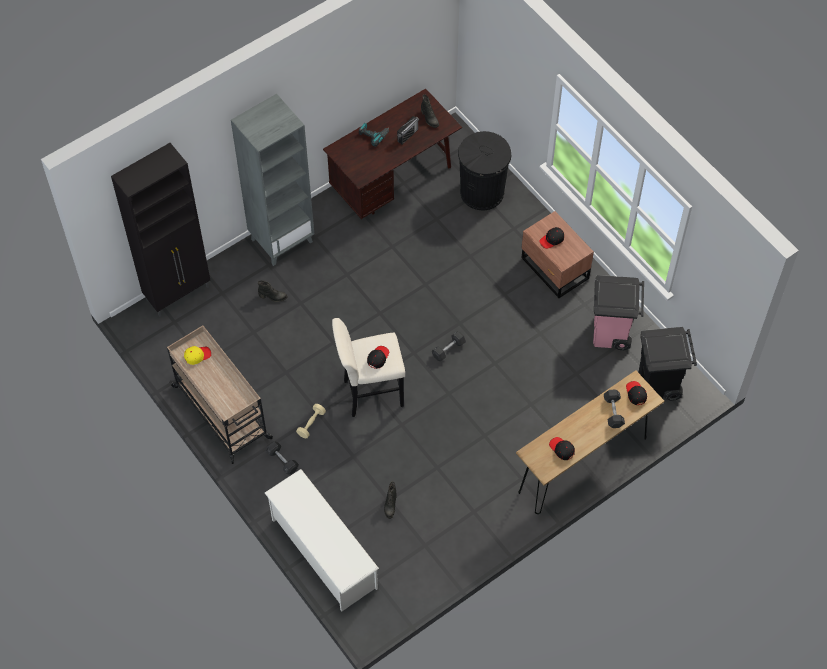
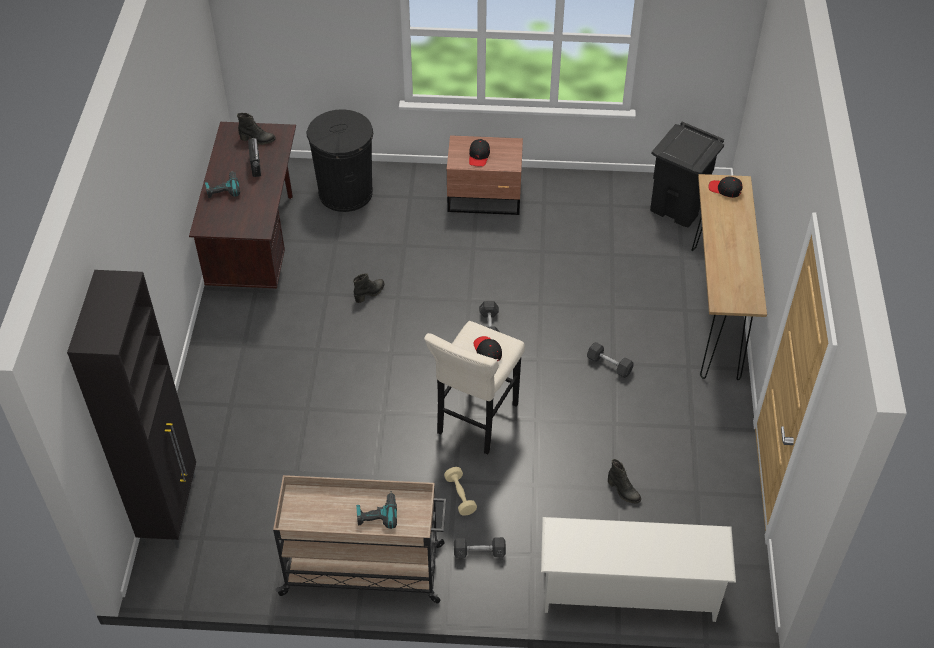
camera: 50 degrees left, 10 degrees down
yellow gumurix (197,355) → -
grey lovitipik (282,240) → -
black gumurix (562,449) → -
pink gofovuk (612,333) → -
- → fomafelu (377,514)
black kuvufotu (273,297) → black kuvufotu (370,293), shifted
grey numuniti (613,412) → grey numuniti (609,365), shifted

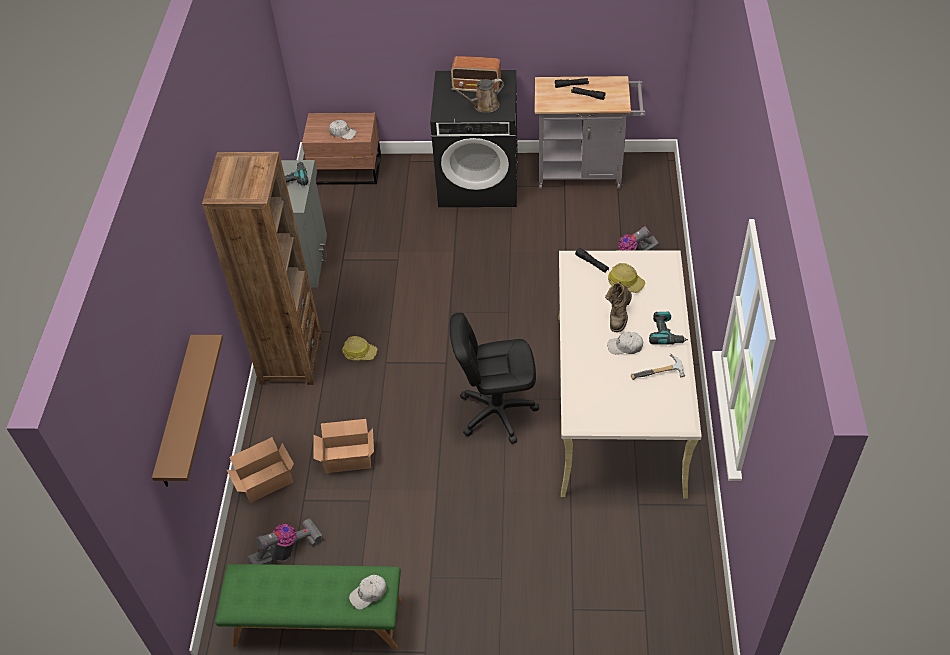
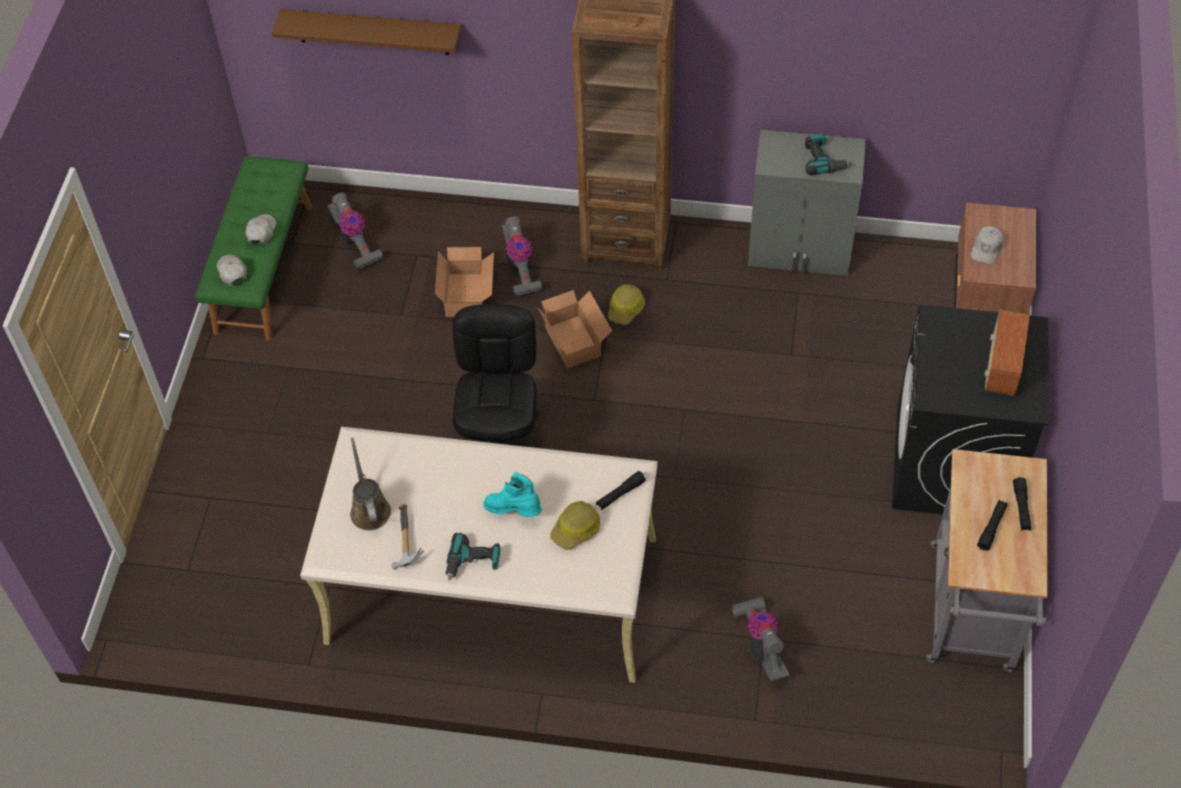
camera: 95 degrees right, 5 degrees up
- → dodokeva (520,268)
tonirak (264,480) → tonirak (574,340), shifted
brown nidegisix (483,106) → brown nidegisix (369,508), shifted
white gumurix (625,346) → white gumurix (261,232), shifted
brown kuvufotu (618,316) → turquoise kuvufotu (514,511)

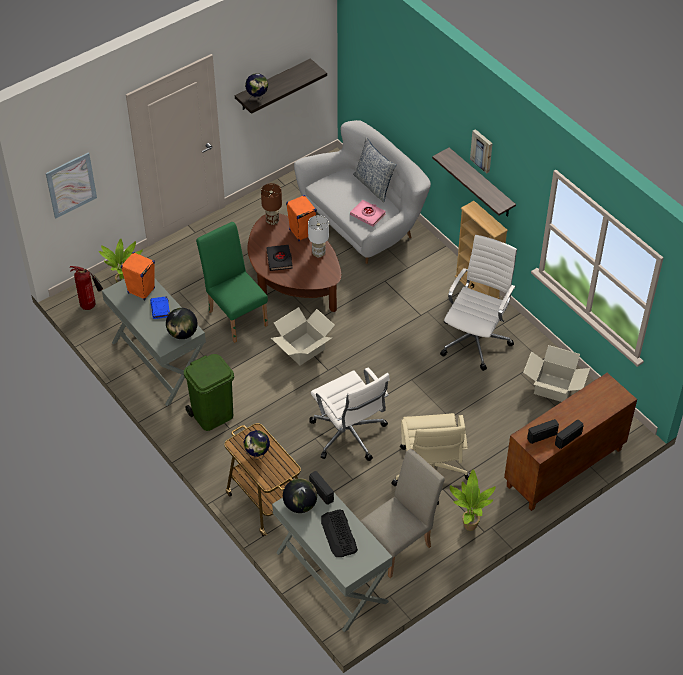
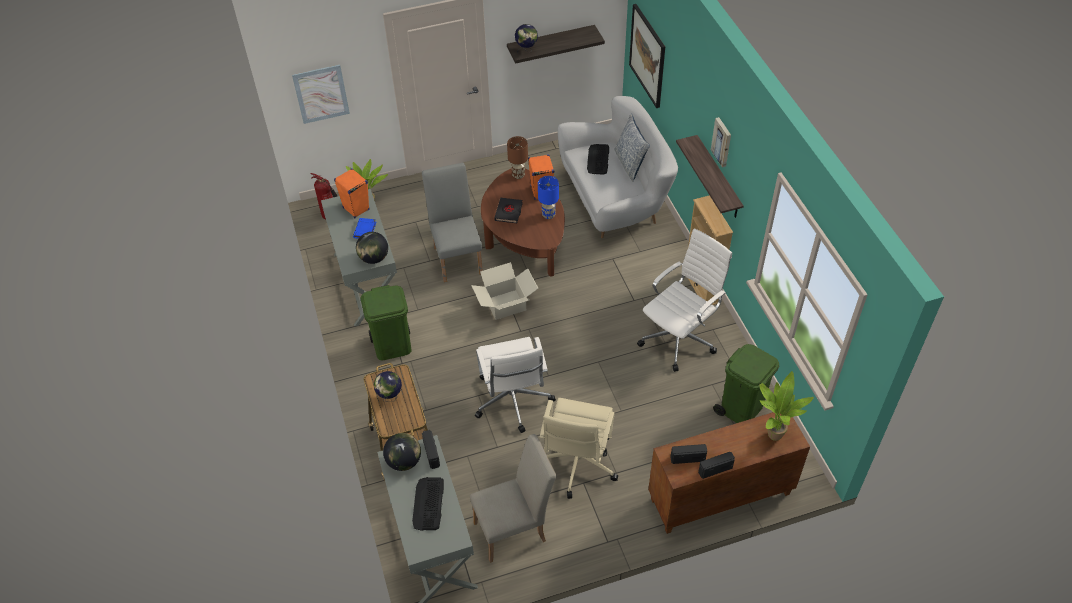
camera: 20 degrees right, 0 degrees up
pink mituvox (368,215) → -
- → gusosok (598,159)
- → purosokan (648,55)
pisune (467,526) → pisune (772,434), shifted
tonirak (553,387) → green gofovuk (741,408)
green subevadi (236,315) → grey subevadi (457,256)
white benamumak (319,253) → blue benamumak (548,215)

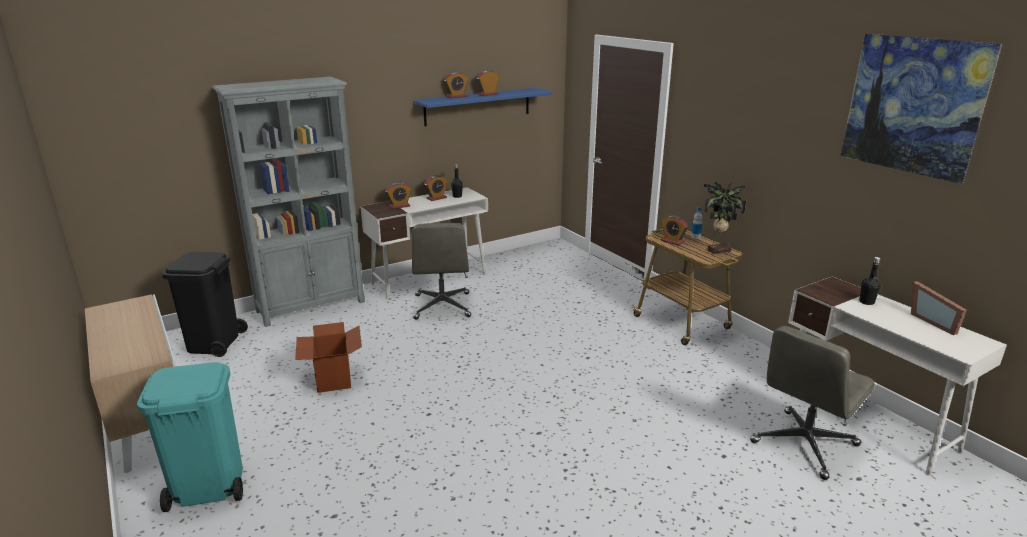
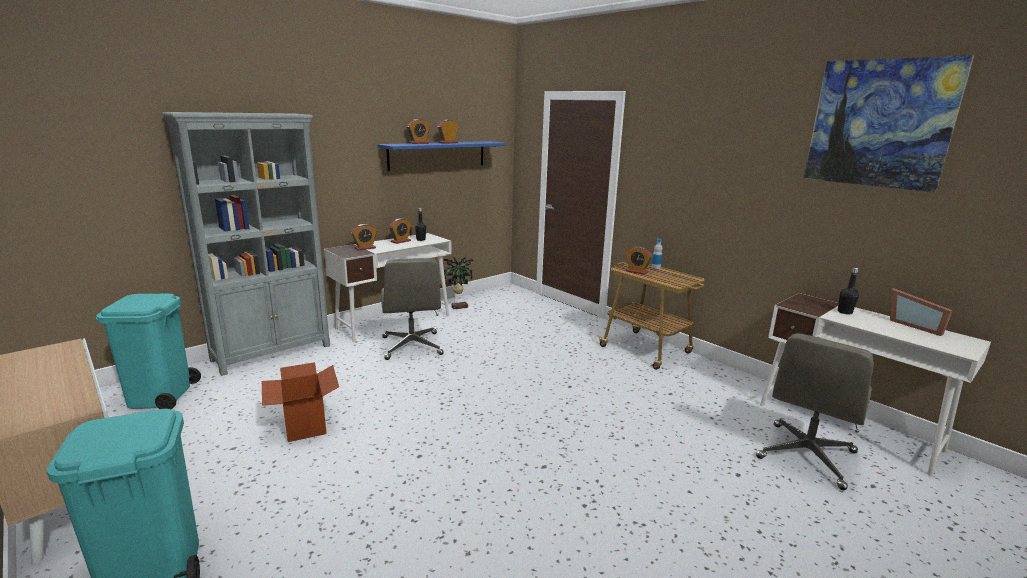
camera: 10 degrees left, 5 degrees down
pisune (717,250) → pisune (459,307), shifted
black gofovuk (214,343) → turquoise gofovuk (160,396)

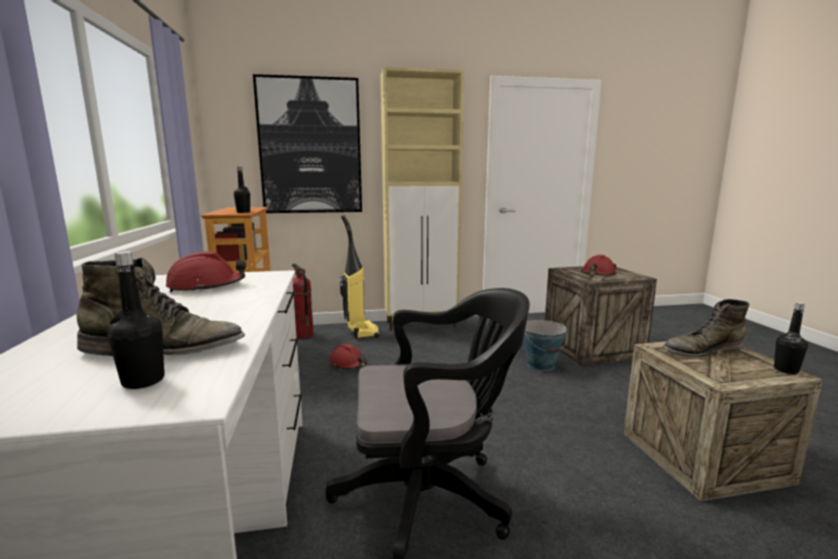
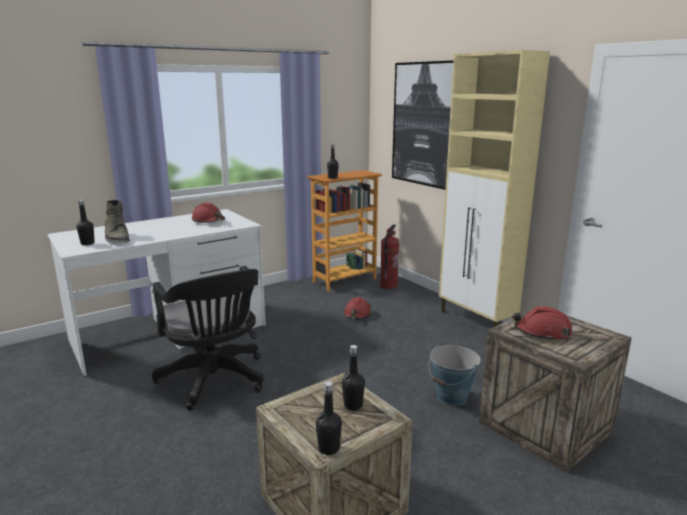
camera: 65 degrees right, 5 degrees up
dodokeva (361,331) → -
green kuvufotu (701,350) → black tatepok (353,405)

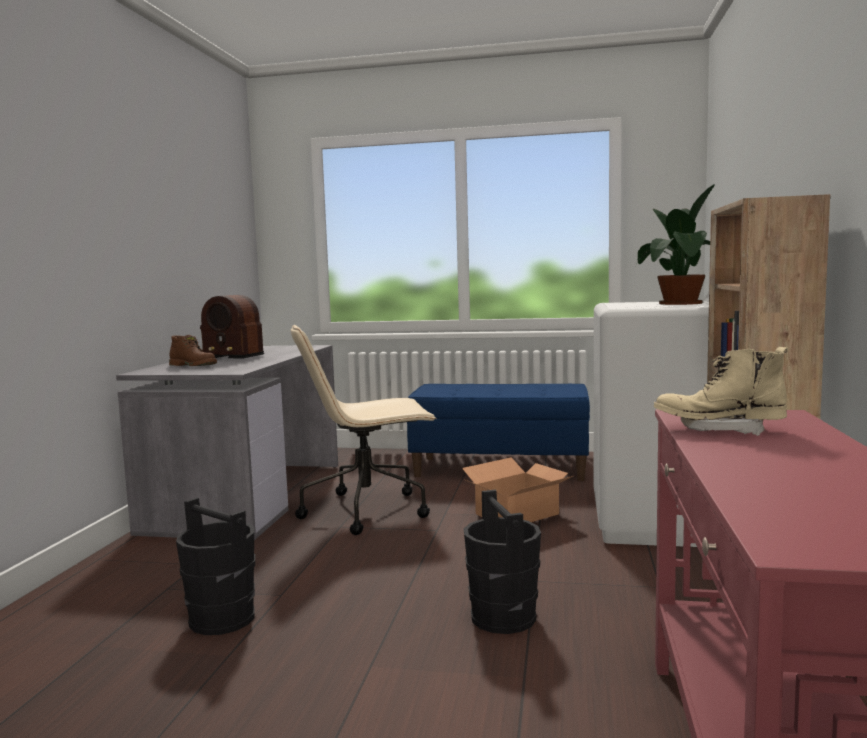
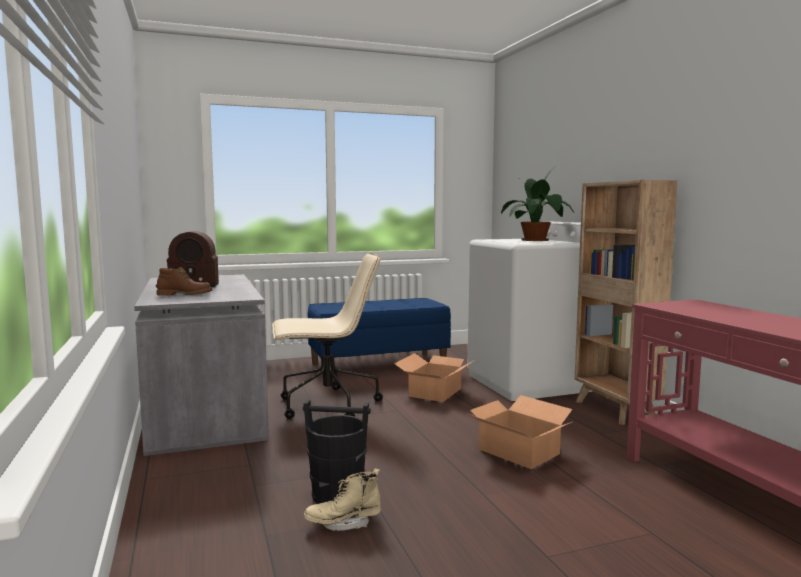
camera: 30 degrees left, 0 degrees up
beige kuvufotu (719,430) → beige kuvufotu (343,523), shifted
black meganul (503,618) → tonirak (519,452)
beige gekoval (368,510) → beige gekoval (326,405), 150 degrees counterclockwise

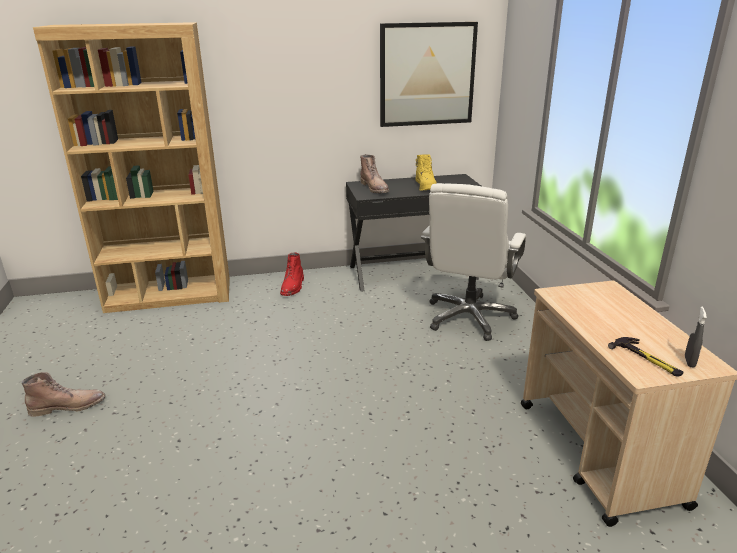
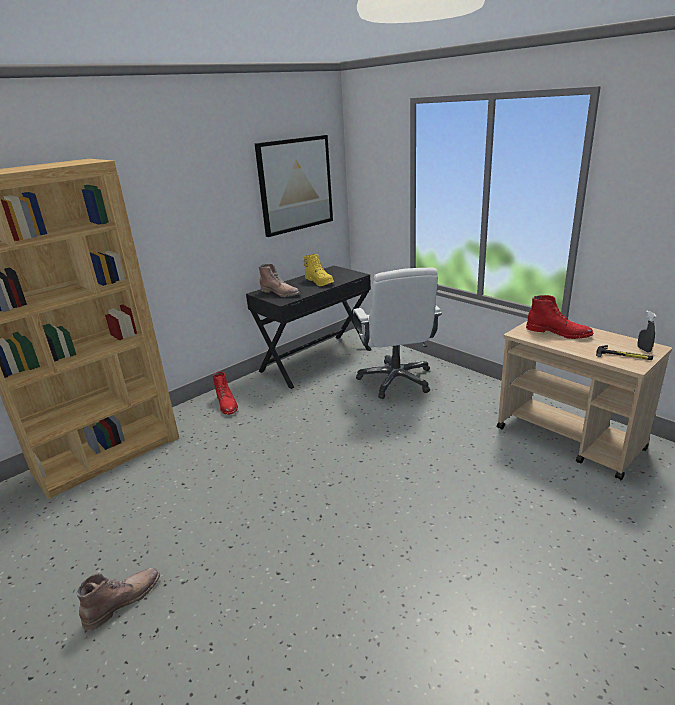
camera: 30 degrees left, 0 degrees up
- → red kuvufotu (558,332)

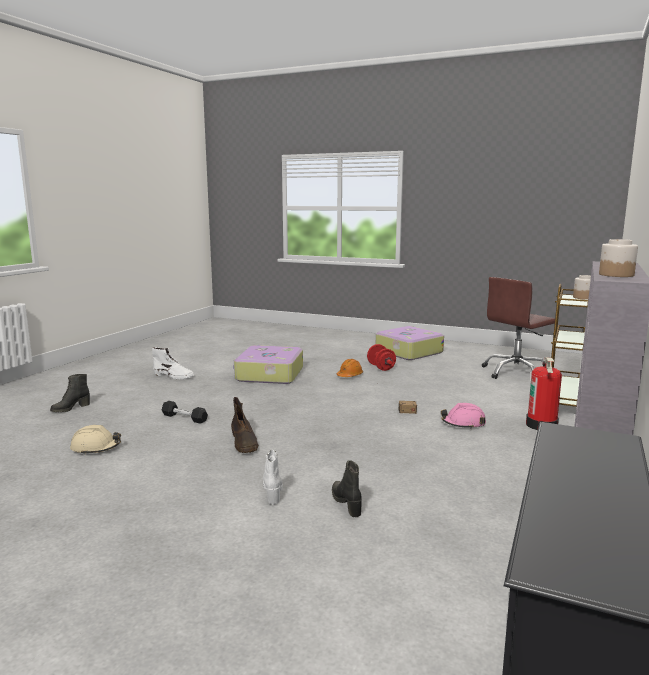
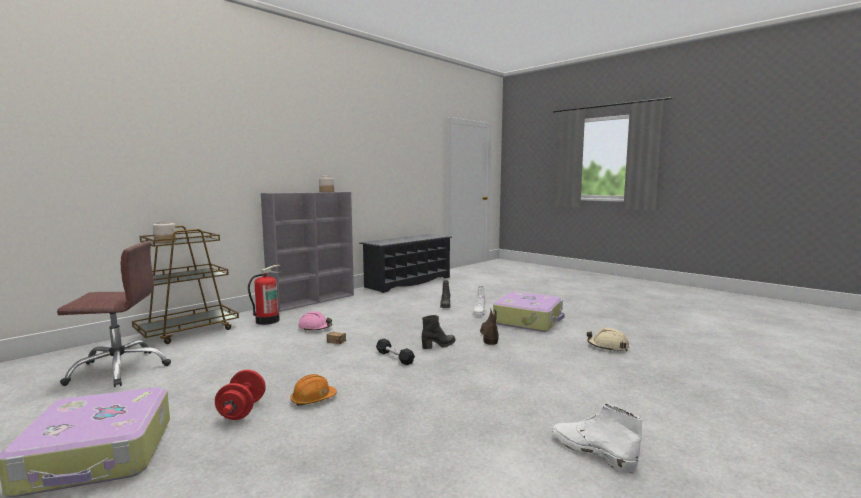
camera: 160 degrees left, 5 degrees down
black kuvufotu (70,408) → black kuvufotu (439,345), shifted
black numuniti (184,418) → black numuniti (394,357), shifted
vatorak (269,374) → vatorak (528,320), shifted

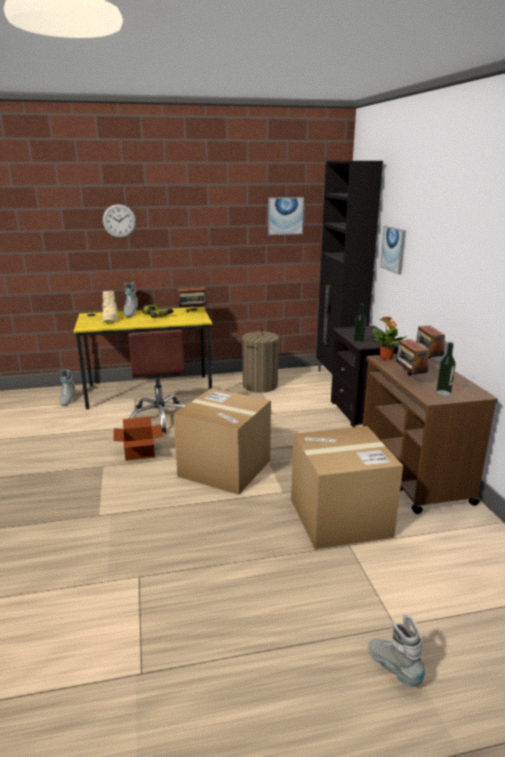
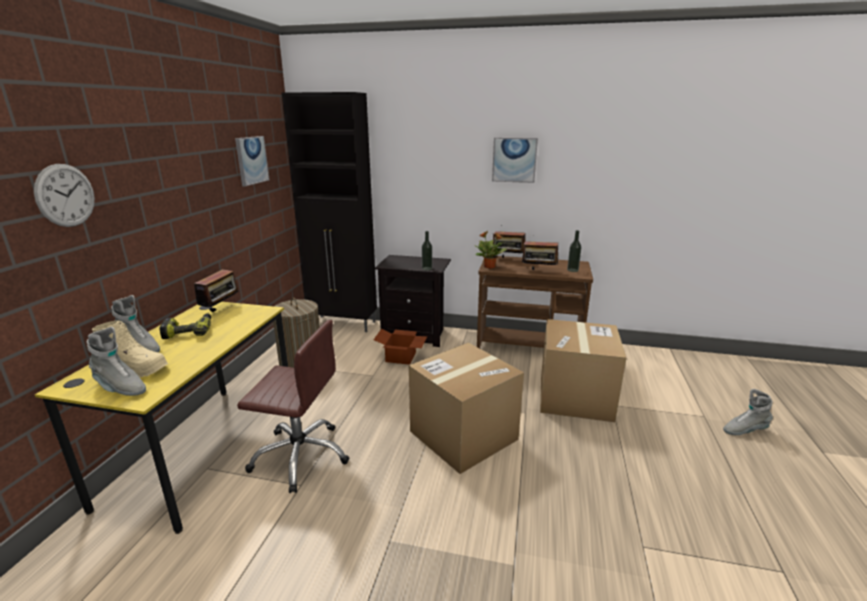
camera: 65 degrees left, 0 degrees up
grey kuvufotu (67,400) → grey kuvufotu (120,388), shifted
tonirak (139,452) → tonirak (401,357), shifted
purosokan (393,249) → purosokan (514,160), shifted

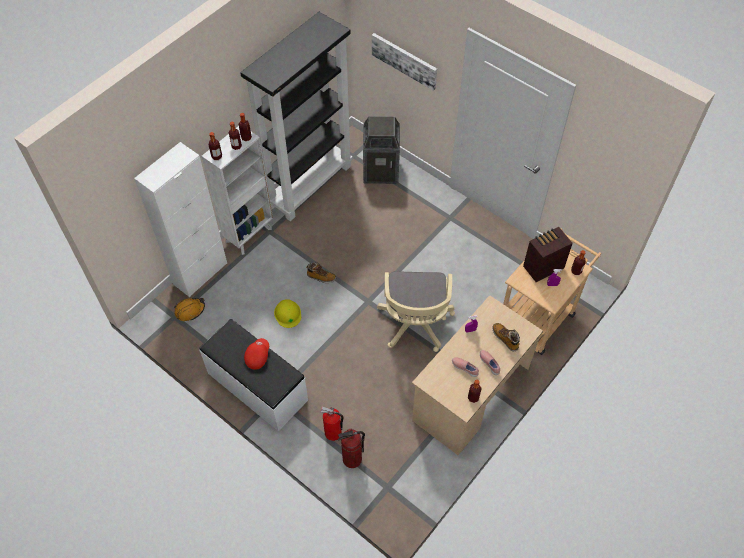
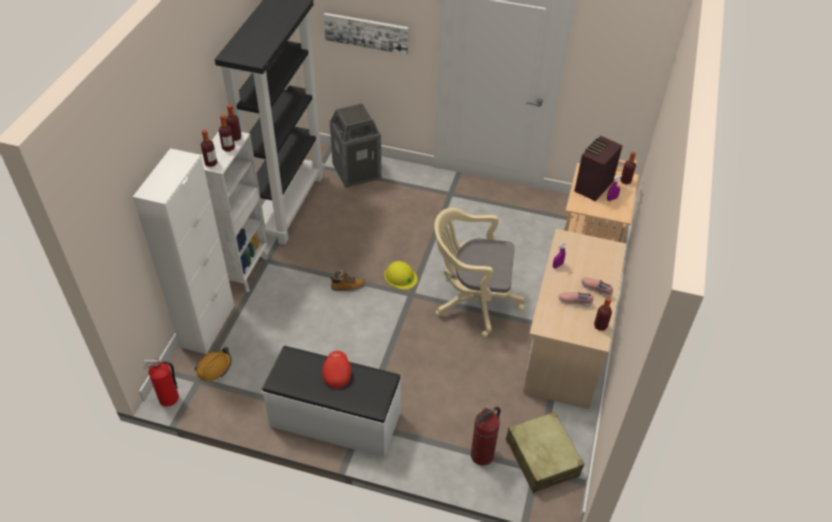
camera: 25 degrees left, 10 degrees down
kuvufotu (505,339) → -
- → beige vatorak (542,458)
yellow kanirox (288,313) → yellow kanirox (400,276), shifted
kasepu (333,433) → kasepu (169,398), shifted
beige gekoval (415,325) → beige gekoval (472,301), 120 degrees clockwise

